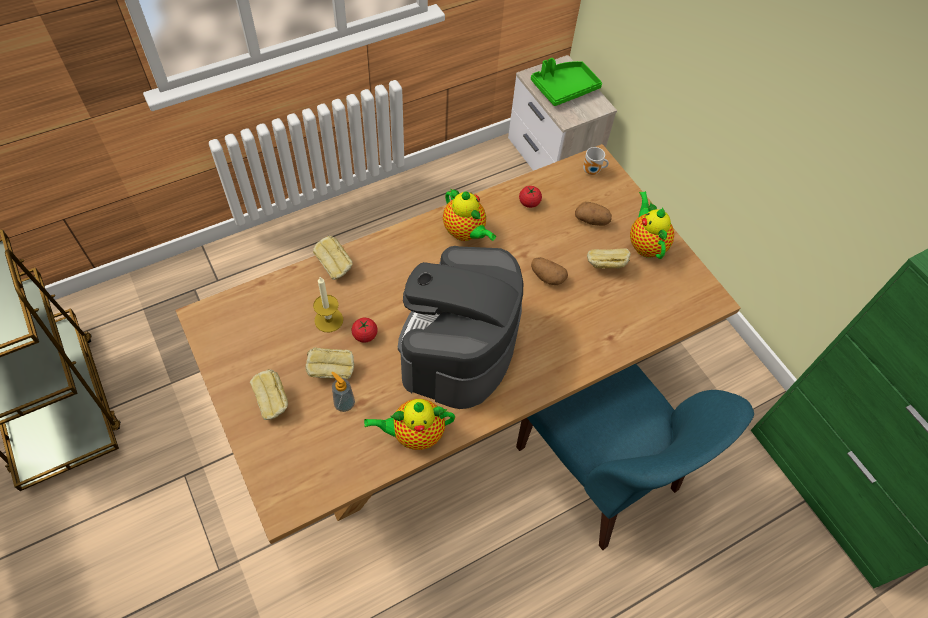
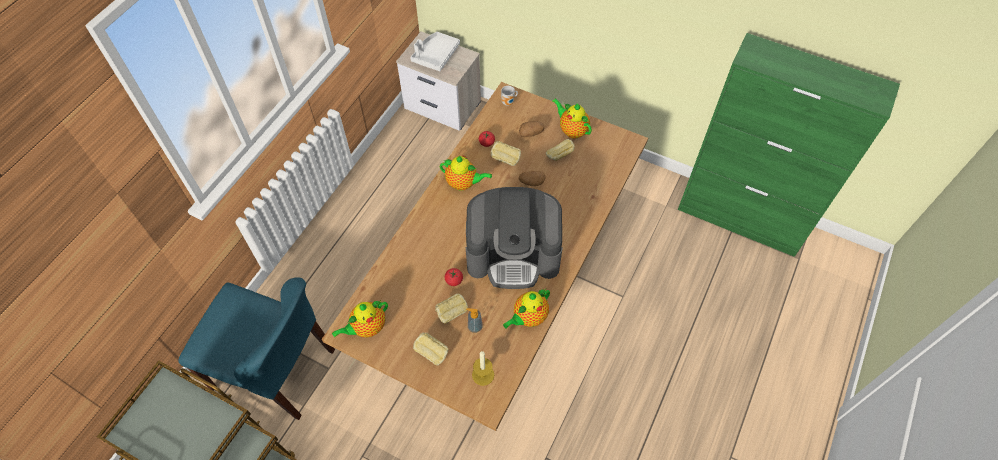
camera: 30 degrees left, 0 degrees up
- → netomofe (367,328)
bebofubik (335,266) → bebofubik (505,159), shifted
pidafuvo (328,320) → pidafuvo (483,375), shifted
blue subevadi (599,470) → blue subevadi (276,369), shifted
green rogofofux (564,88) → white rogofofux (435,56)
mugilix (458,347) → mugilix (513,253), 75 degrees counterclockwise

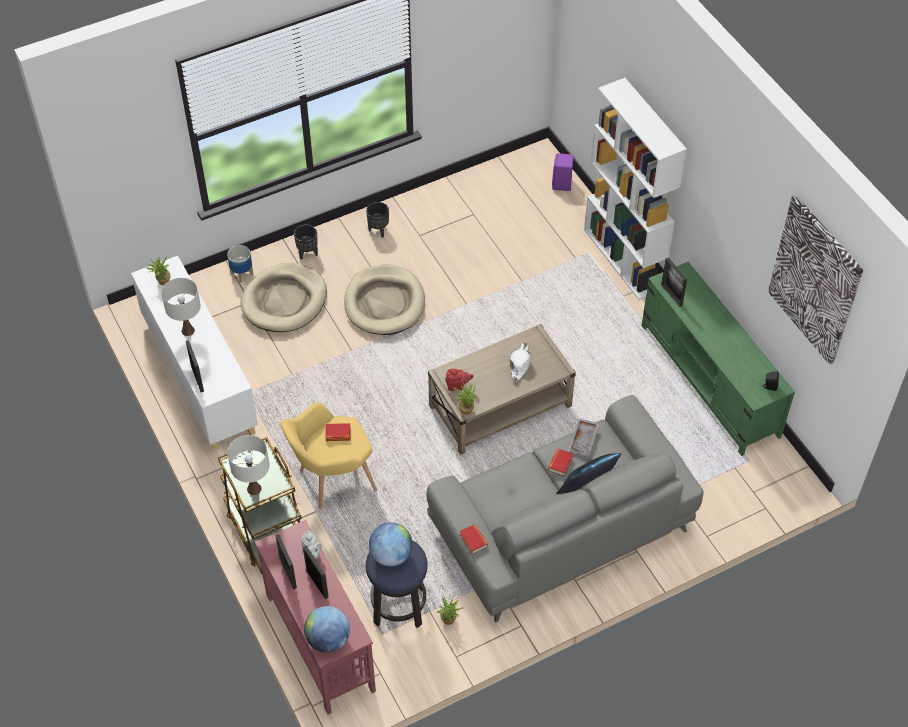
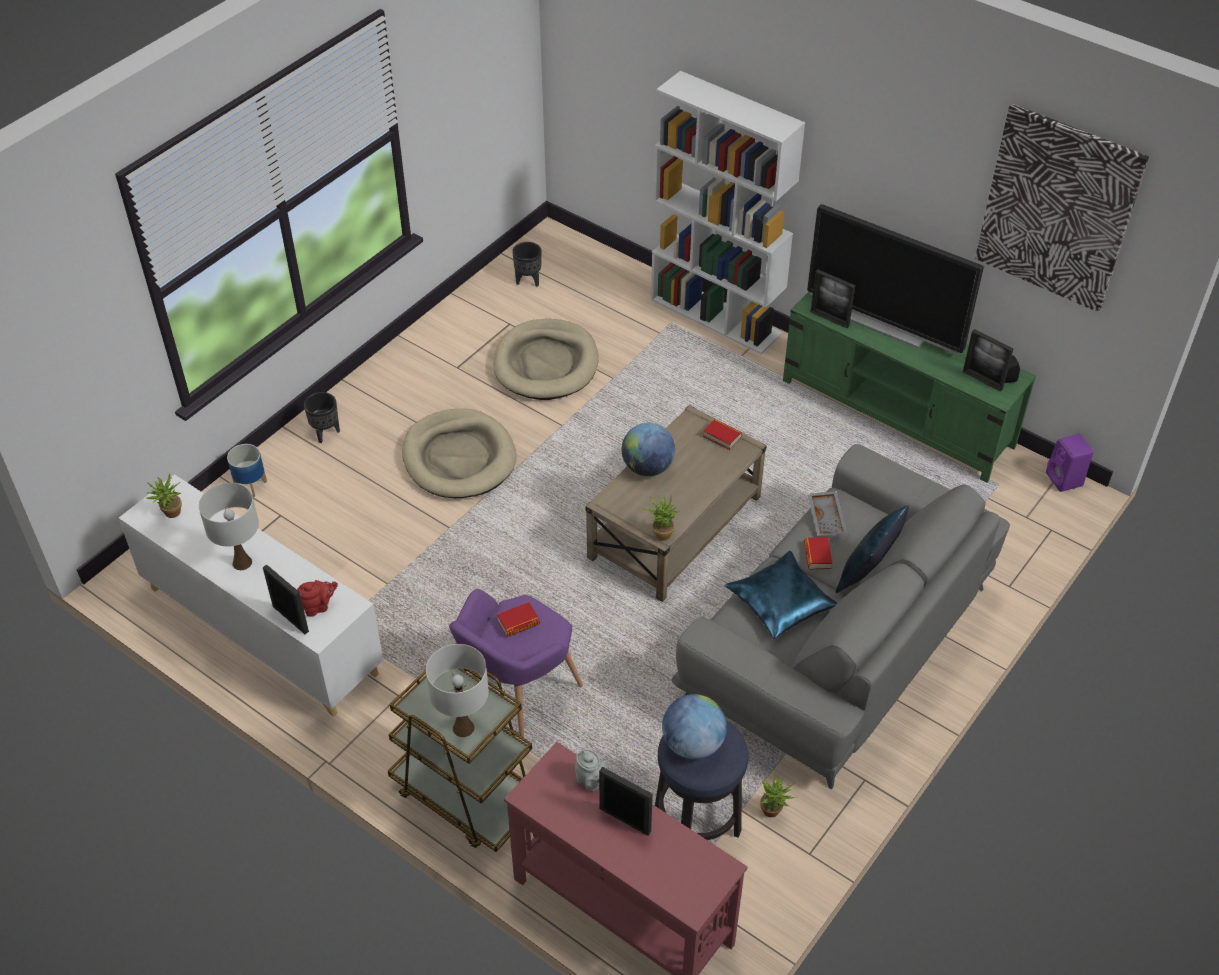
camera: 25 degrees left, 5 degrees down
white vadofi (520,363) → -
- → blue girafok (780,602)
- → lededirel (885,324)
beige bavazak (284,301) → beige bavazak (546,364), shifted
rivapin (288,573) → rivapin (982,380), shifted
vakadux (328,639) → vakadux (647,467), shifted
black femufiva (379,230) → black femufiva (528,280), shifted
red netomofe (457,386) → red netomofe (318,607), shifted
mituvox (473,540) → mituvox (722,436), shifted
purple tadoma (562,184) → purple tadoma (1065,480), shifted
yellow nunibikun (331,480) → purple nunibikun (516,695)

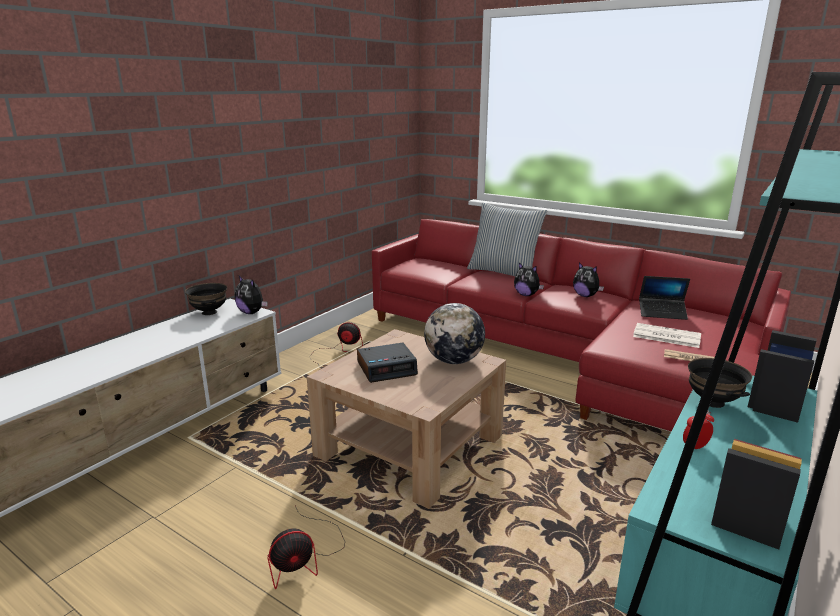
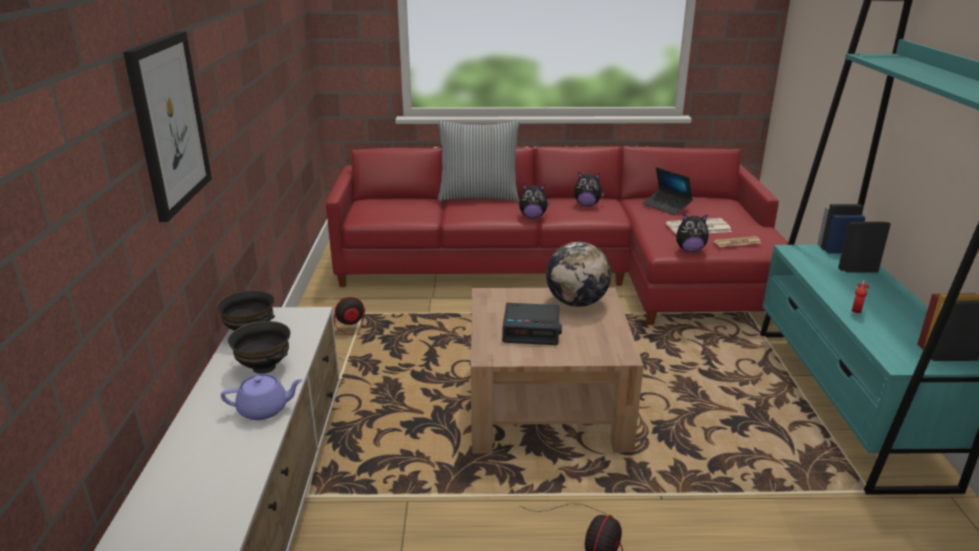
camera: 35 degrees left, 5 degrees up
- → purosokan (169,123)
- → purple netomofe (264,409)
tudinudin (252,312) → tudinudin (690,250), shifted
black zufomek (712,402) → black zufomek (263,368), shifted
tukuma (387,368) → tukuma (532,330), 60 degrees clockwise
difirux (662,313) → difirux (666,206), 75 degrees clockwise

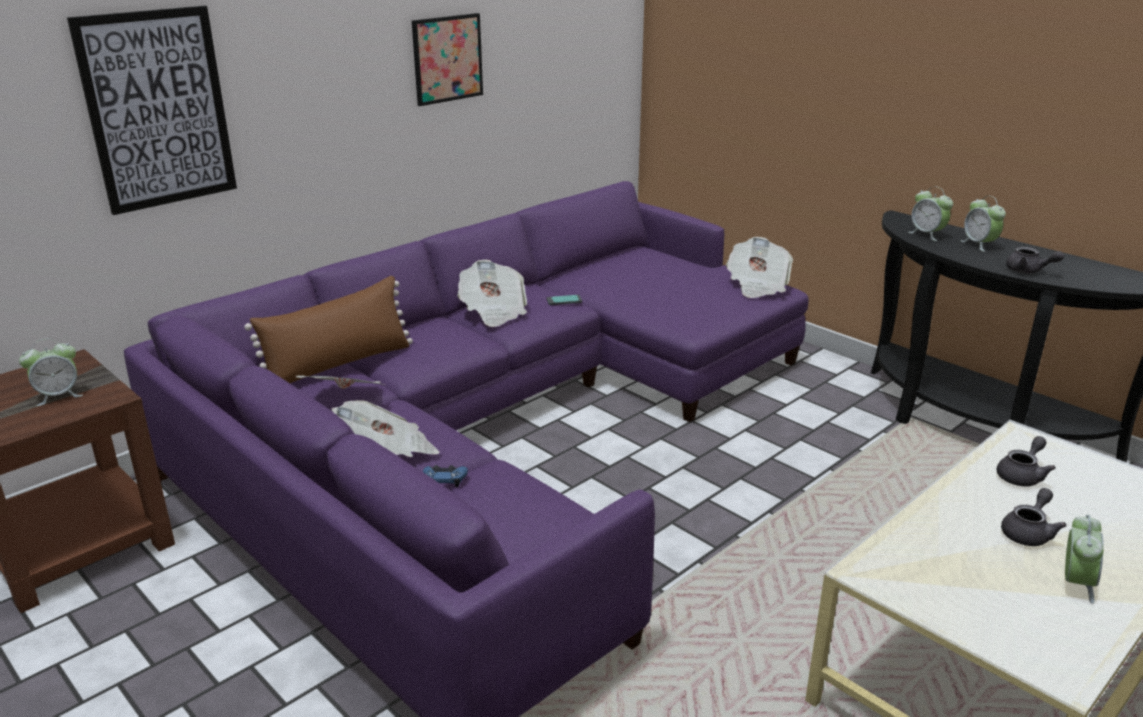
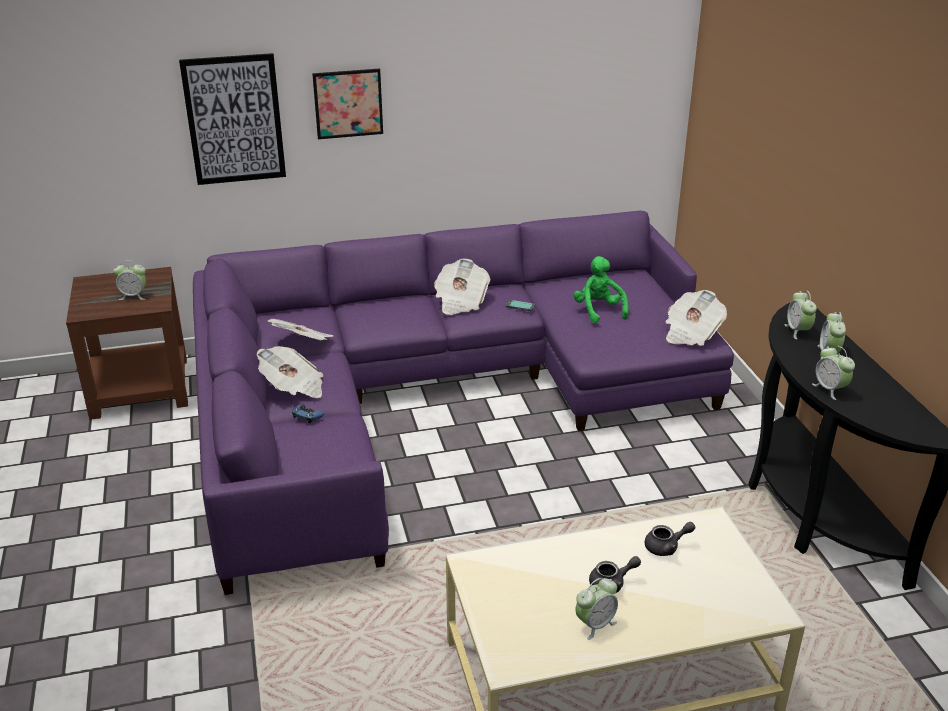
camera: 30 degrees right, 5 degrees up
brown girafok (339,365) → -
- → green tudinudin (598,311)
purosokan (447,59) → purosokan (348,103), shifted
grey netomofe (1028,271) → tukuma (830,389)

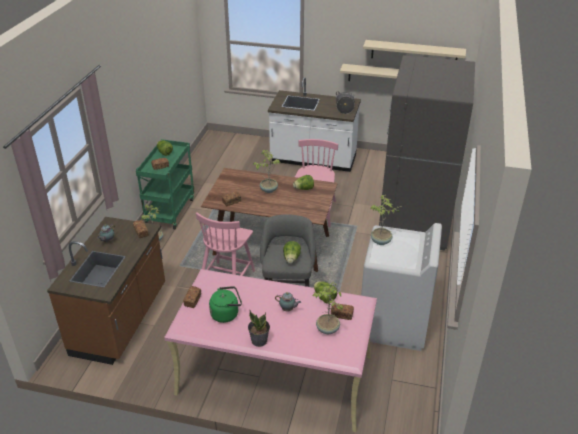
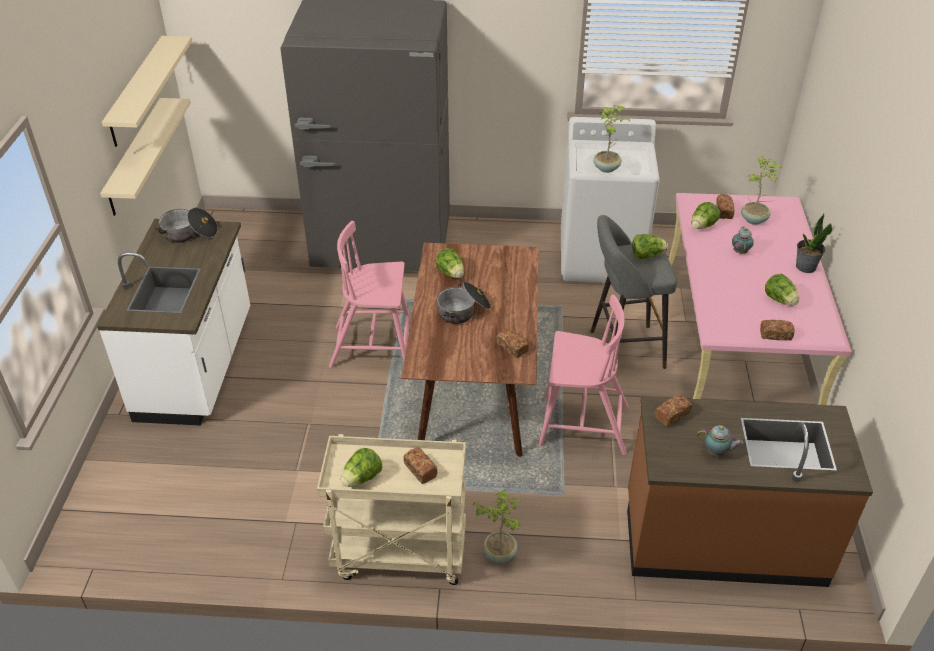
camera: 100 degrees left, 5 degrees up
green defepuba (226,314) → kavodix (780,300)
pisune (268,190) → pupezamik (463,311)
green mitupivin (170,210) → beige mitupivin (398,555)

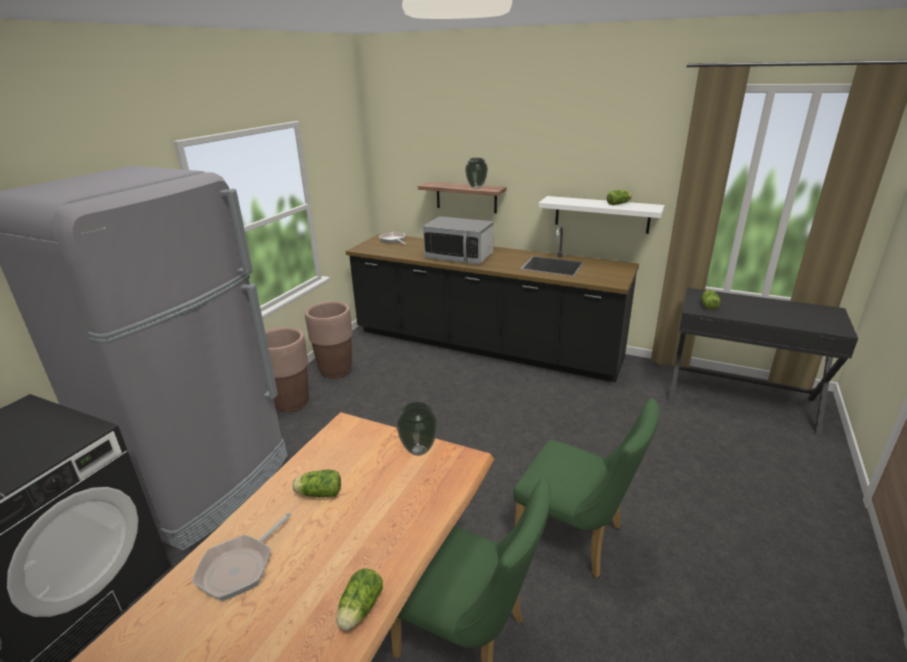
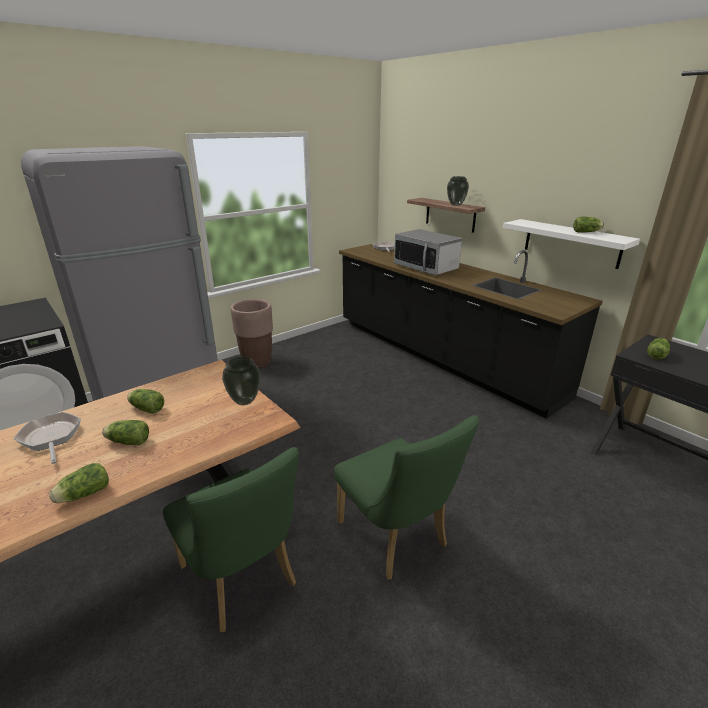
camera: 25 degrees right, 0 degrees up
brown femufiva (335,371) → -
- → kavodix (127,441)
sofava (240,567) → sofava (51,438), 90 degrees clockwise

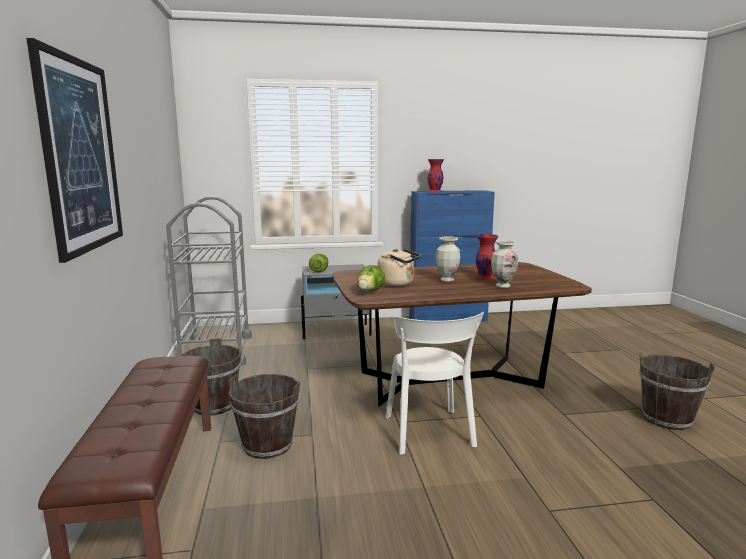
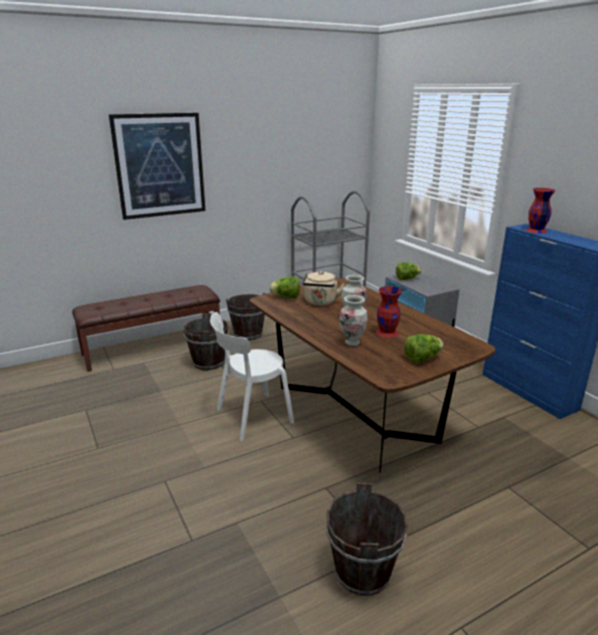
camera: 70 degrees right, 10 degrees up
- → kavodix (422,359)

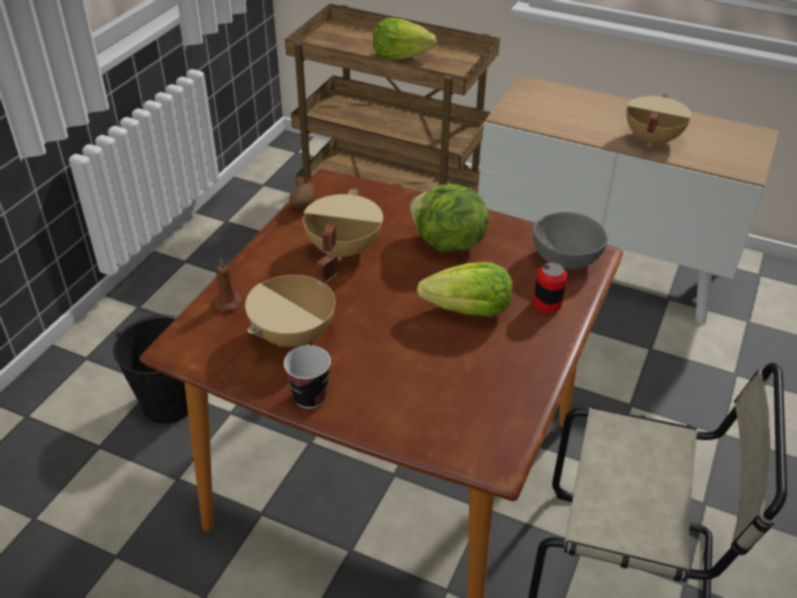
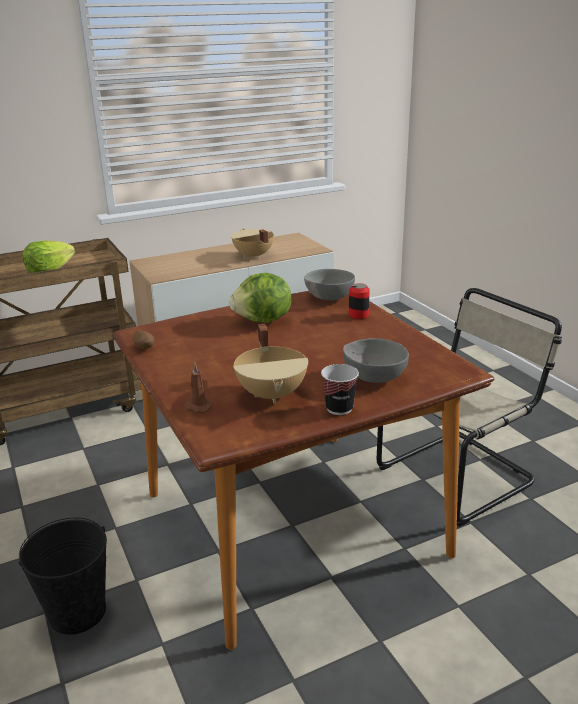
camera: 50 degrees left, 15 degrees down
beige pupezamik (342,249) → -
kavodix (469,311) → -
- → grey zufomek (373,377)

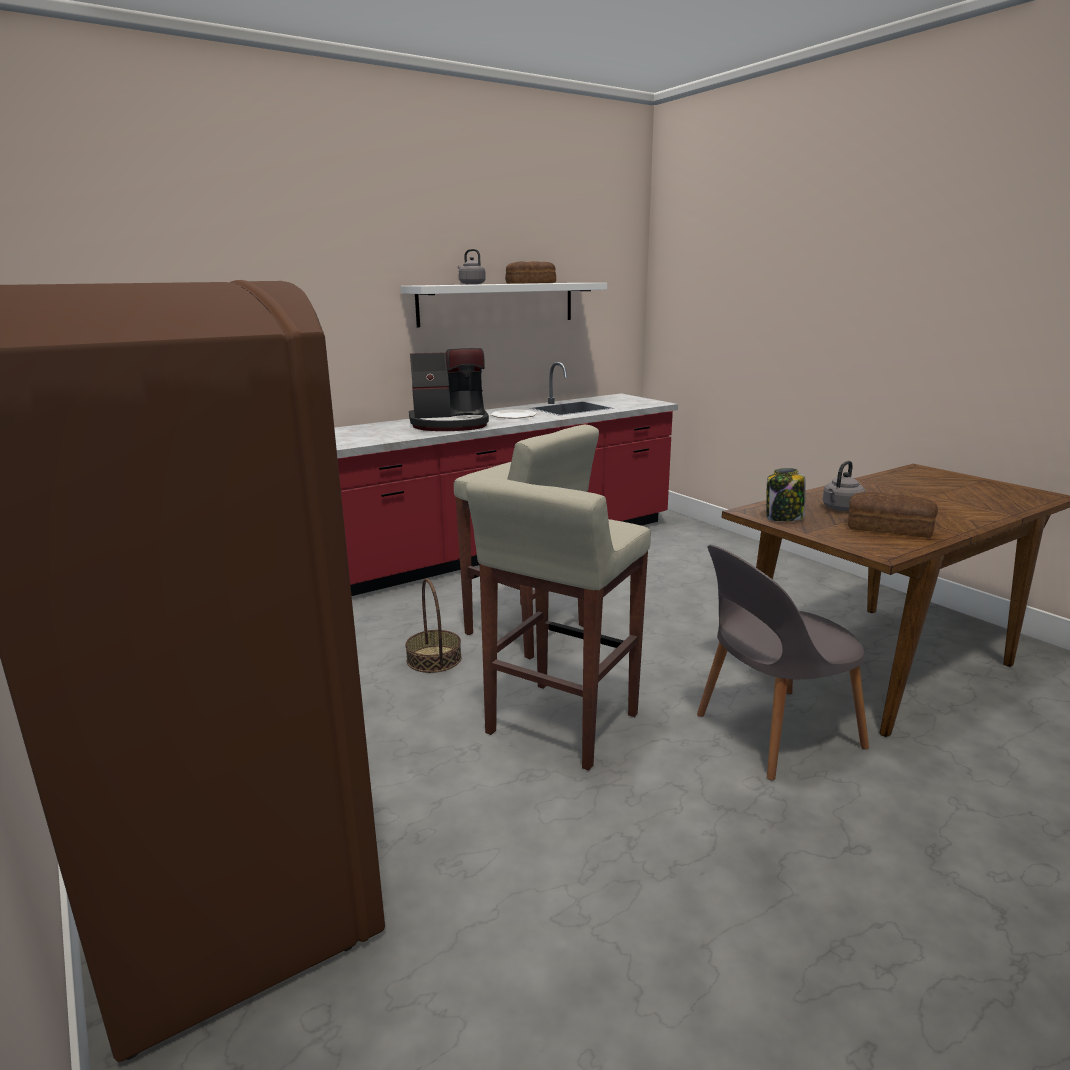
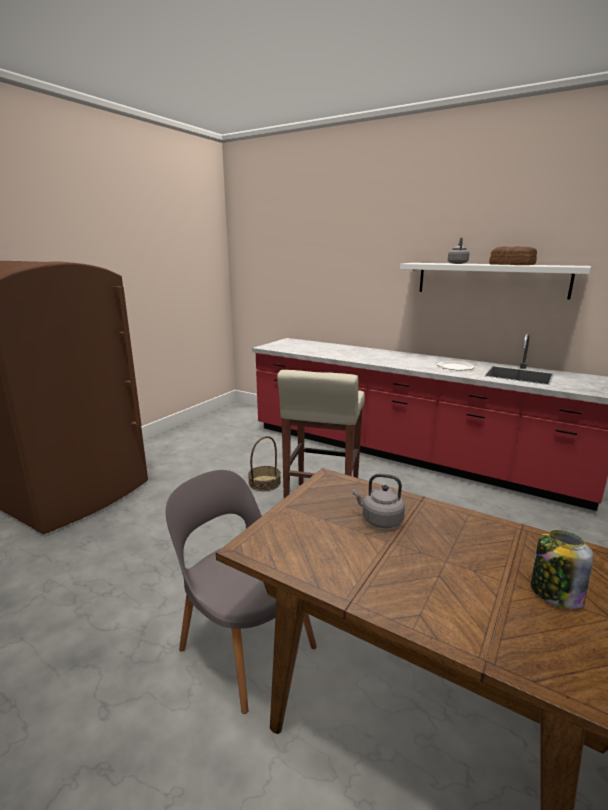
camera: 65 degrees right, 0 degrees up
mugilix (450,424) → -
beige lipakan (561,725) → -
bebofubik (890,529) → -
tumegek (784,518) → tumegek (555,593), shifted

